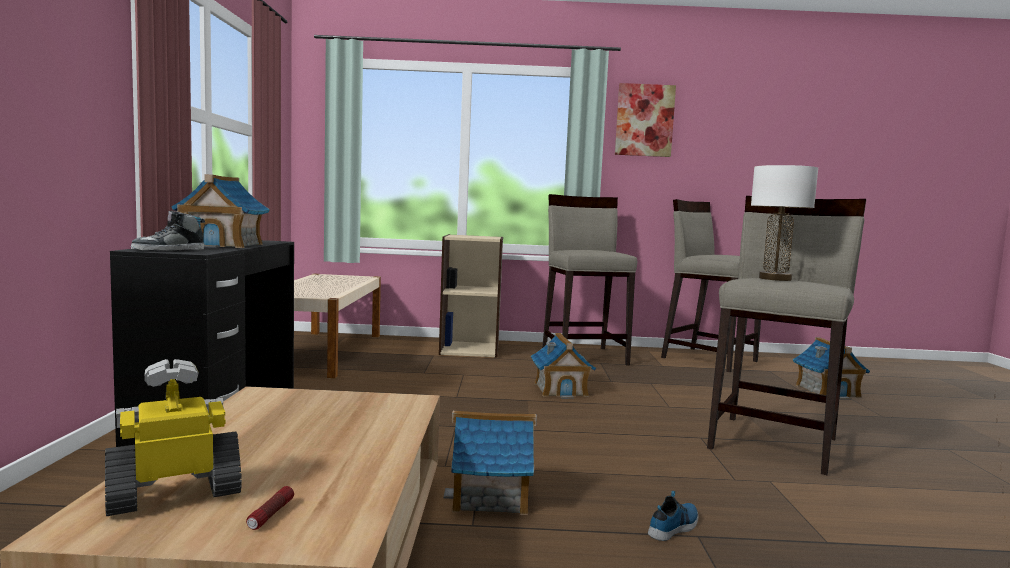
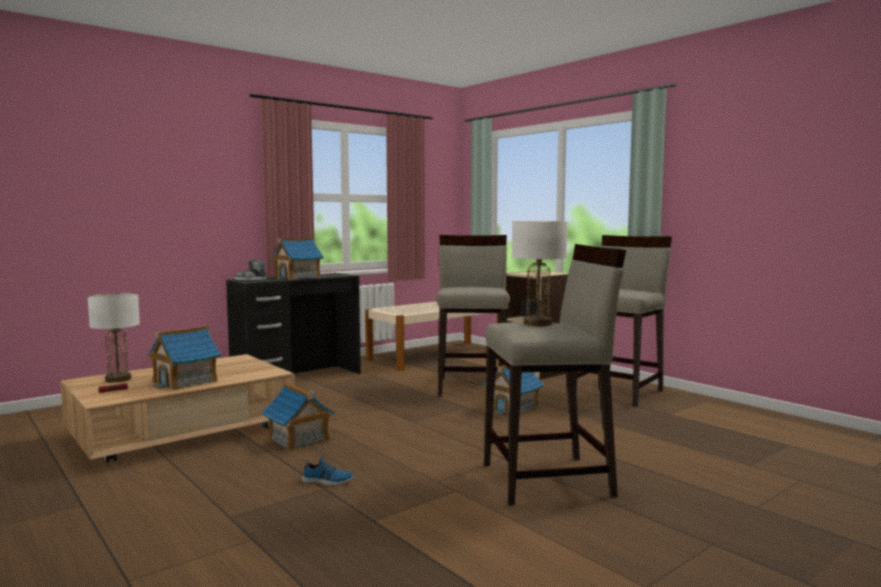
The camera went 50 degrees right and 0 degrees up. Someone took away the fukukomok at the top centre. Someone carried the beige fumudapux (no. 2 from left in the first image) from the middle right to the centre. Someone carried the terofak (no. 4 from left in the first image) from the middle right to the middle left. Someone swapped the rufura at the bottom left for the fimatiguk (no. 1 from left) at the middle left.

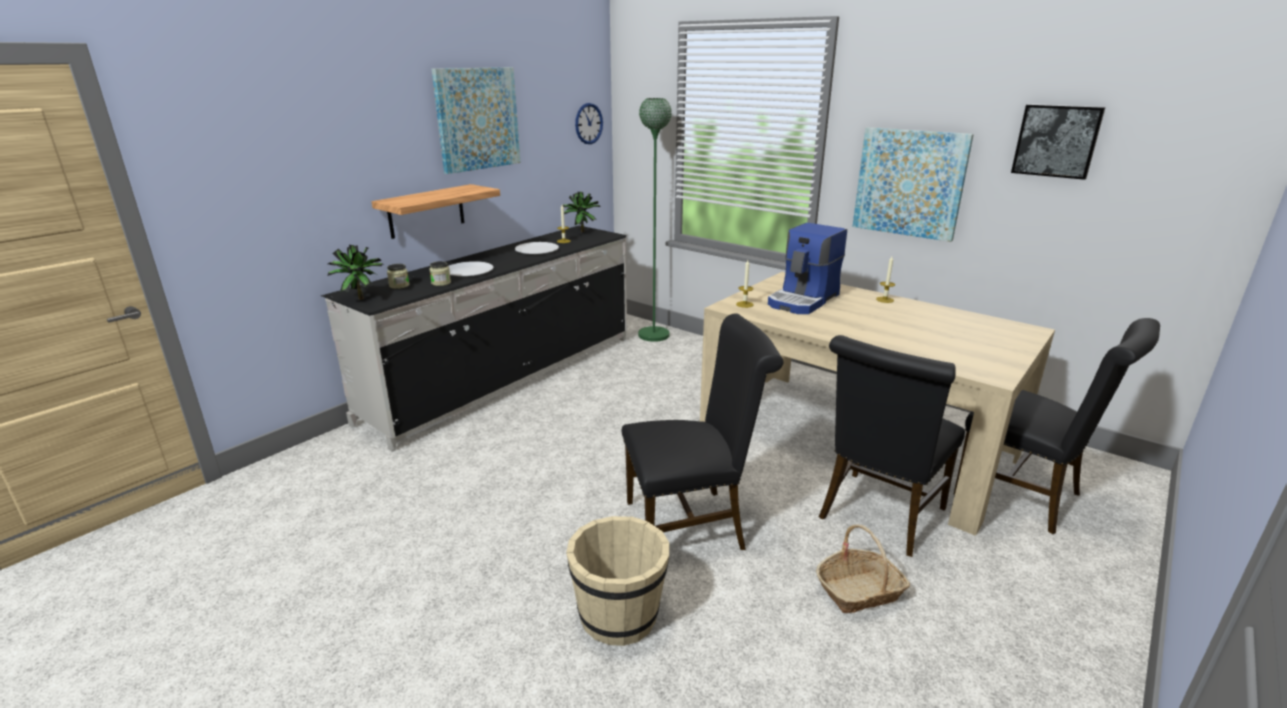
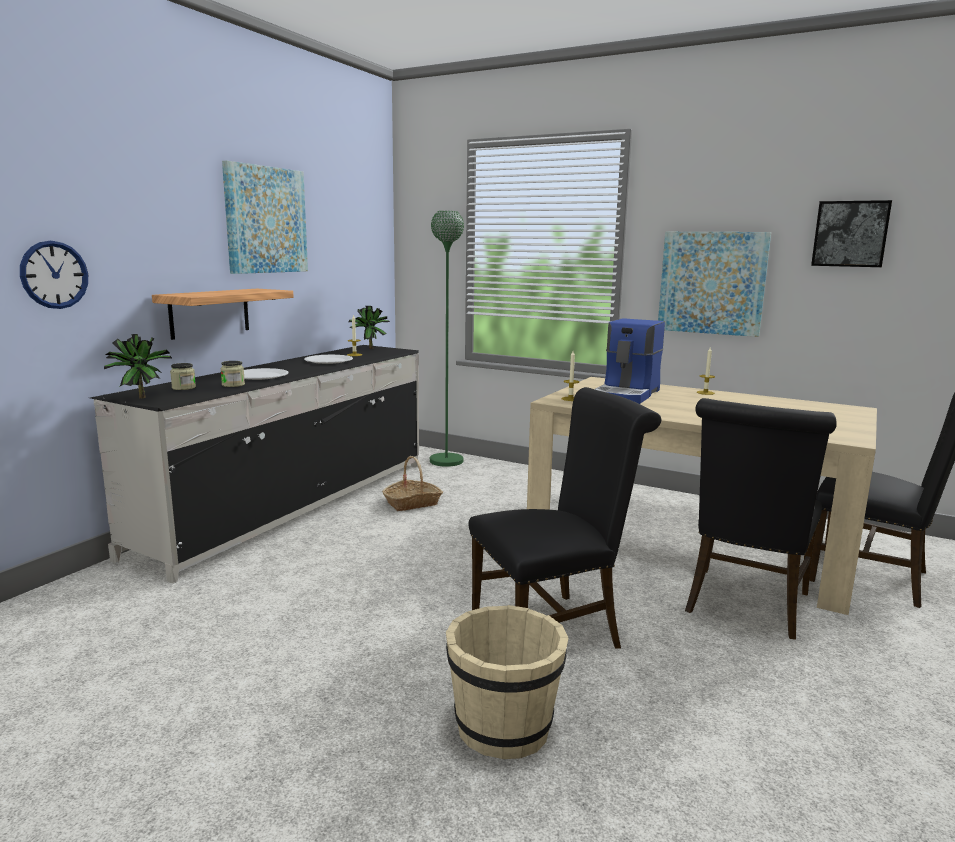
The camera went 10 degrees left and 10 degrees down. Someone carried the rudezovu from the top centre to the top left. Someone carried the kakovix from the bottom right to the centre.

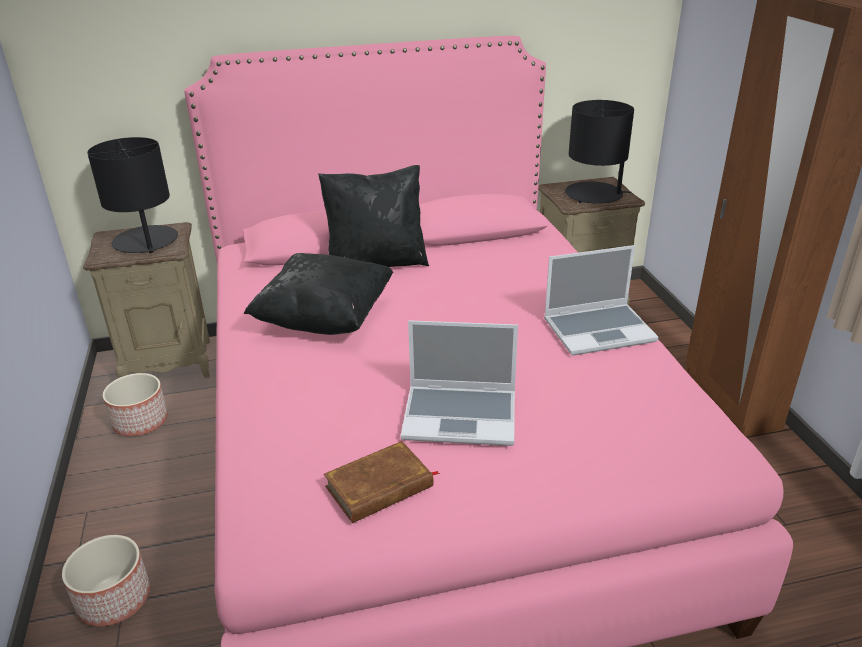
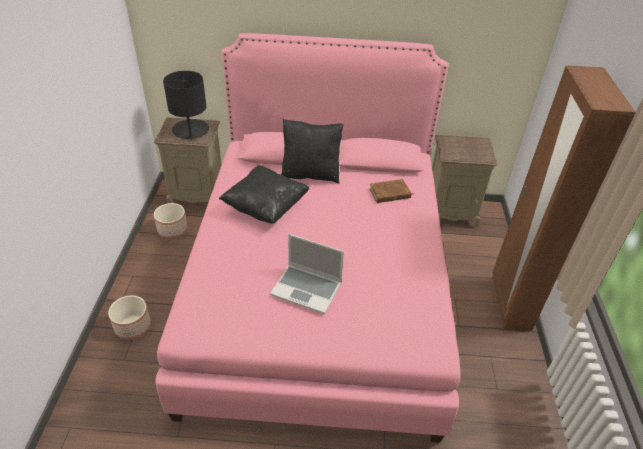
The camera went 15 degrees right and 10 degrees up. Someone took away the black fimatiguk (no. 2 from left) at the top right. Someone took away the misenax (no. 2 from left) at the middle right. Someone carried the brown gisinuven from the bottom centre to the centre.

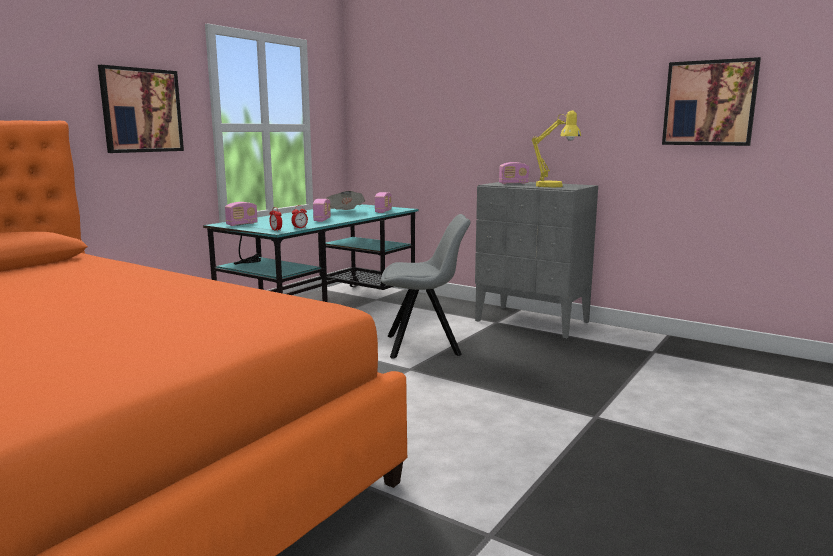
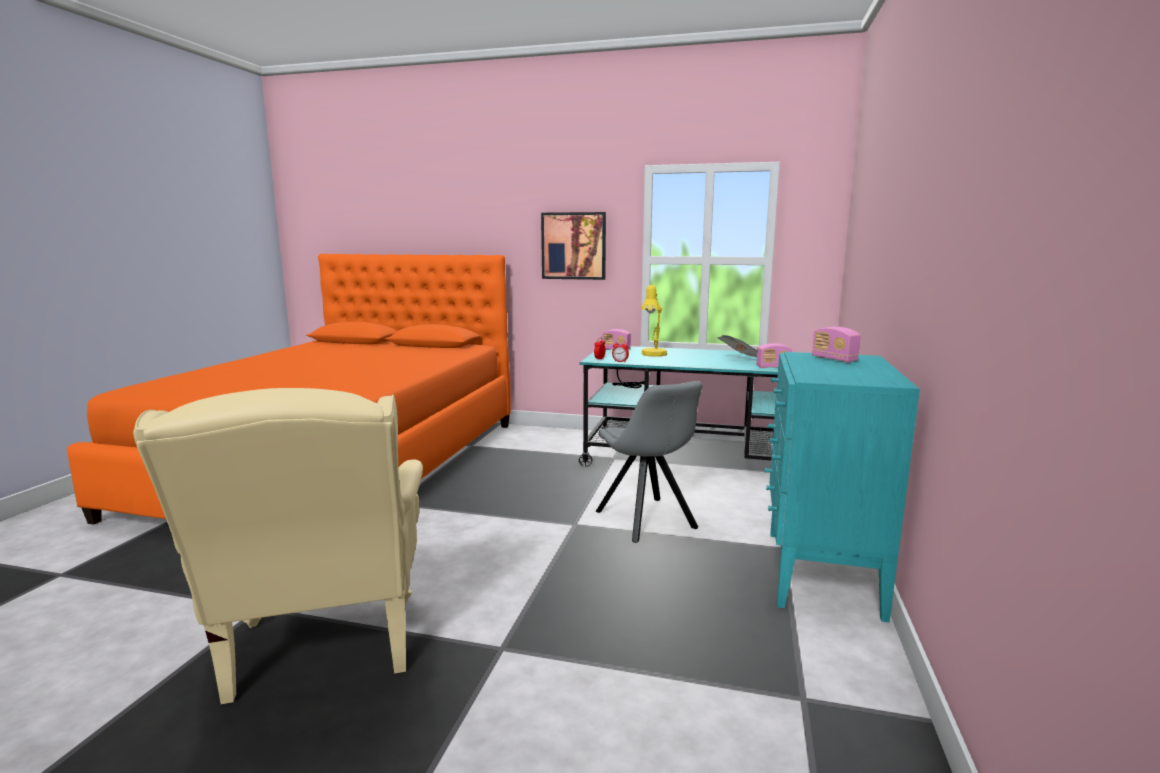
The camera went 70 degrees right and 0 degrees up. Someone took away the fukukomok (no. 2 from left) at the top right. Someone carried the yellow fimatiguk from the top right to the centre. Someone repainted the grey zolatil at the centre, which became the turquoise zolatil at the middle right. Someone took away the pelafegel (no. 2 from left) at the centre. Someone put down the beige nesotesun at the bottom left.

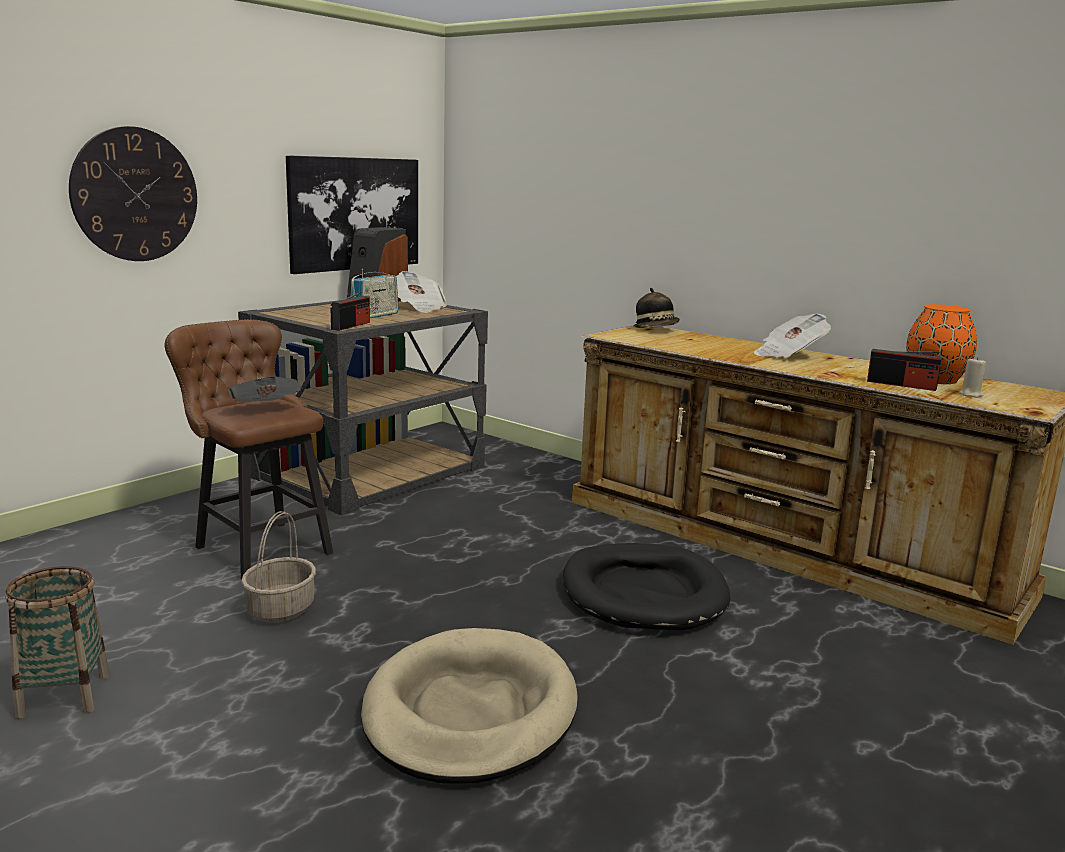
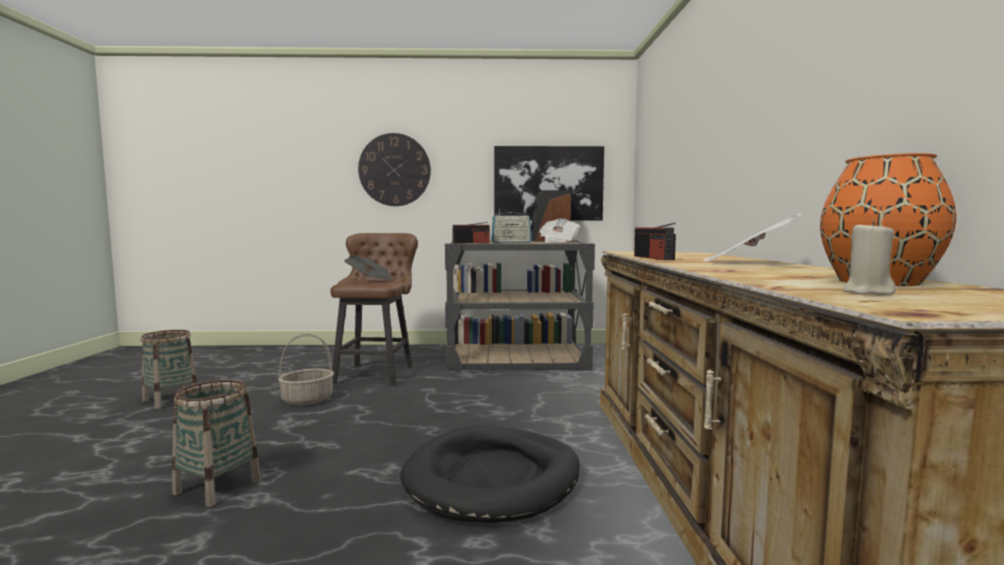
The camera went 50 degrees right and 10 degrees down. Someone took away the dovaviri at the centre. Someone carried the pelafegel (no. 3 from left) from the middle right to the centre. Someone swapped the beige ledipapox at the bottom centre for the kakovix (no. 2 from left) at the bottom left.

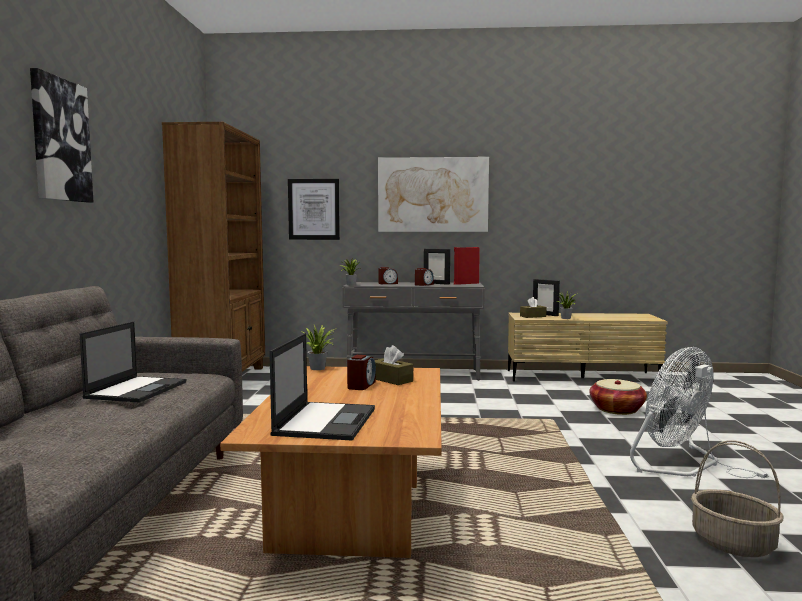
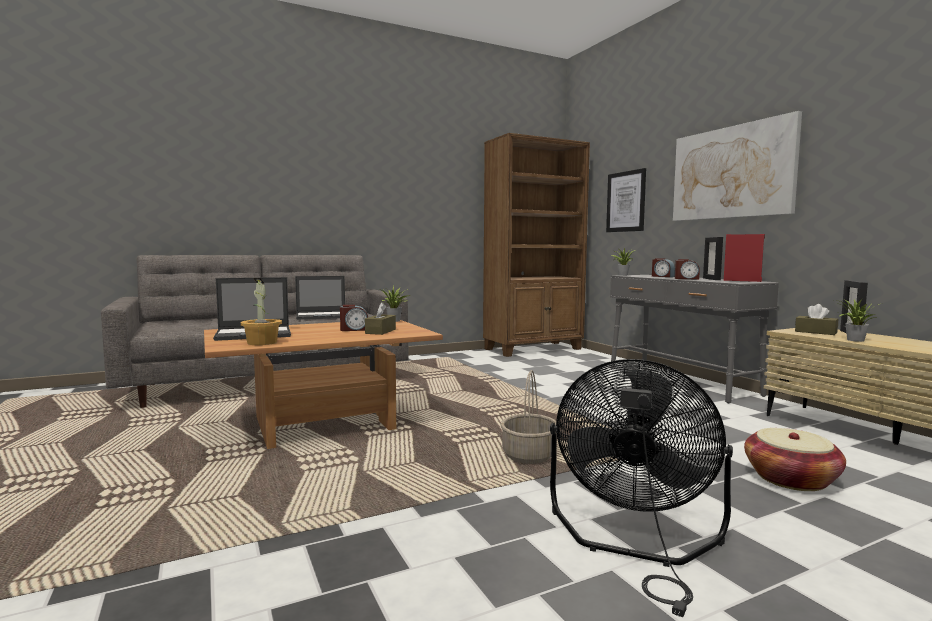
The camera went 60 degrees right and 0 degrees up. Someone took away the fukukomok (no. 1 from left) at the top left. Someone repainted the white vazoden at the bottom right, which became the black vazoden at the bottom right. Someone carried the kakovix (no. 2 from left in the first image) from the bottom right to the bottom centre. Someone put down the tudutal (no. 1 from left) at the middle left.

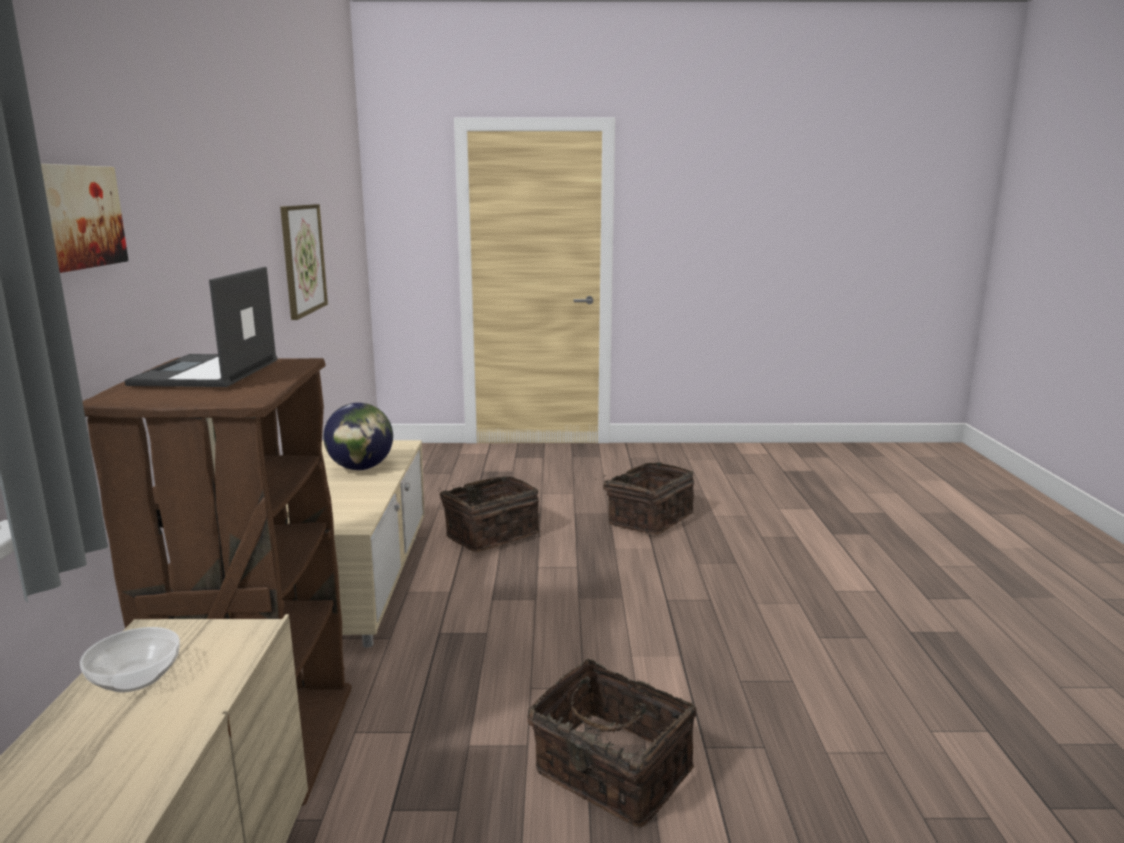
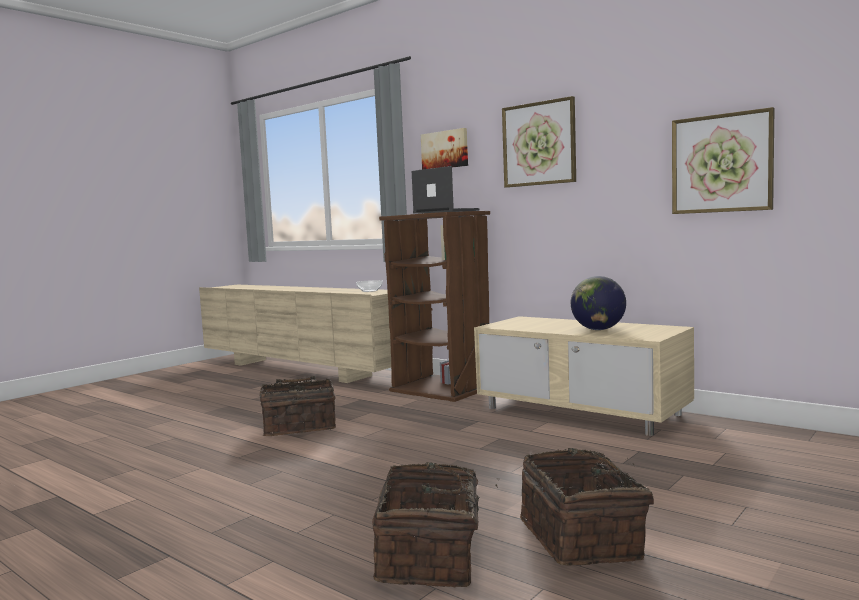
The camera went 130 degrees right and 10 degrees down. Someone carried the kakovix (no. 1 from left in the first image) from the centre to the bottom centre. Someone put up the fukukomok (no. 2 from left) at the top centre.

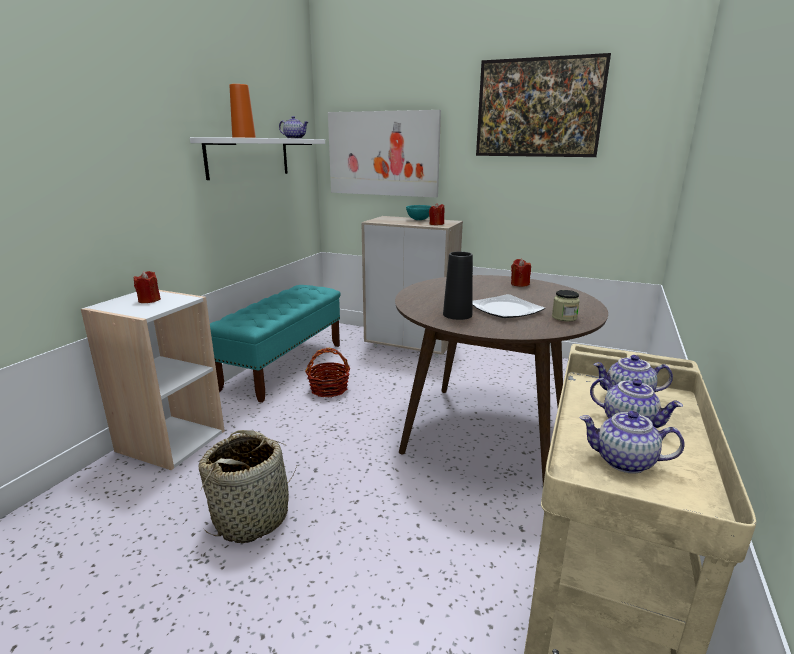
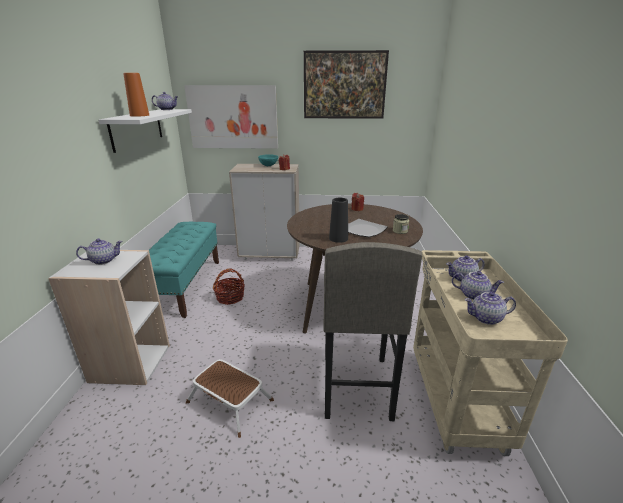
The camera went 20 degrees left and 5 degrees up. Someone swapped the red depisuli (no. 1 from left) at the middle left for the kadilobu (no. 1 from left) at the middle left. Someone swapped the kakovix (no. 1 from left) at the bottom left for the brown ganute at the bottom centre. Someone put down the grey fumudapux at the centre.

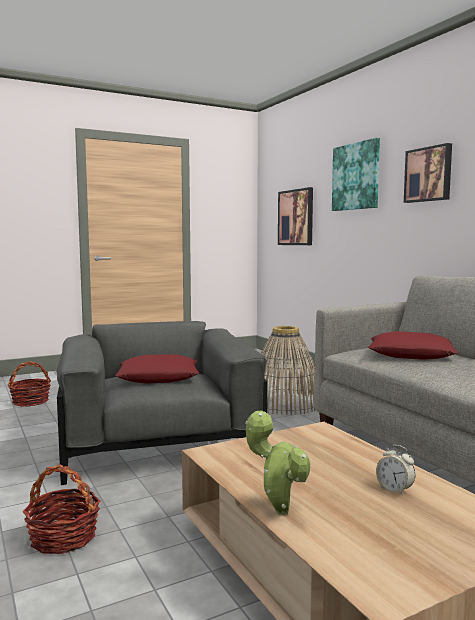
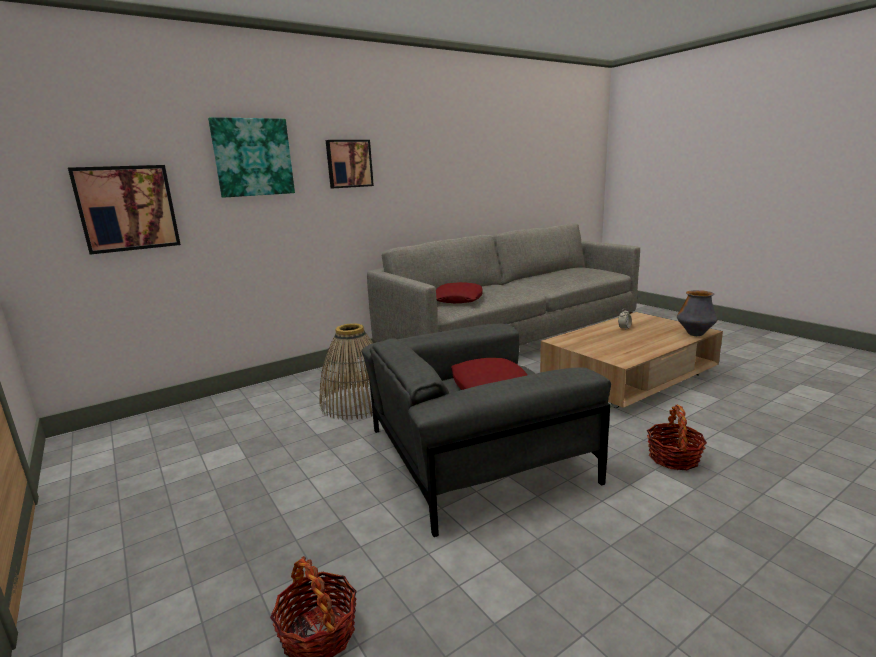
The camera went 95 degrees left and 10 degrees up. Someone took away the tudutal at the bottom centre. Someone put down the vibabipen at the middle right.

